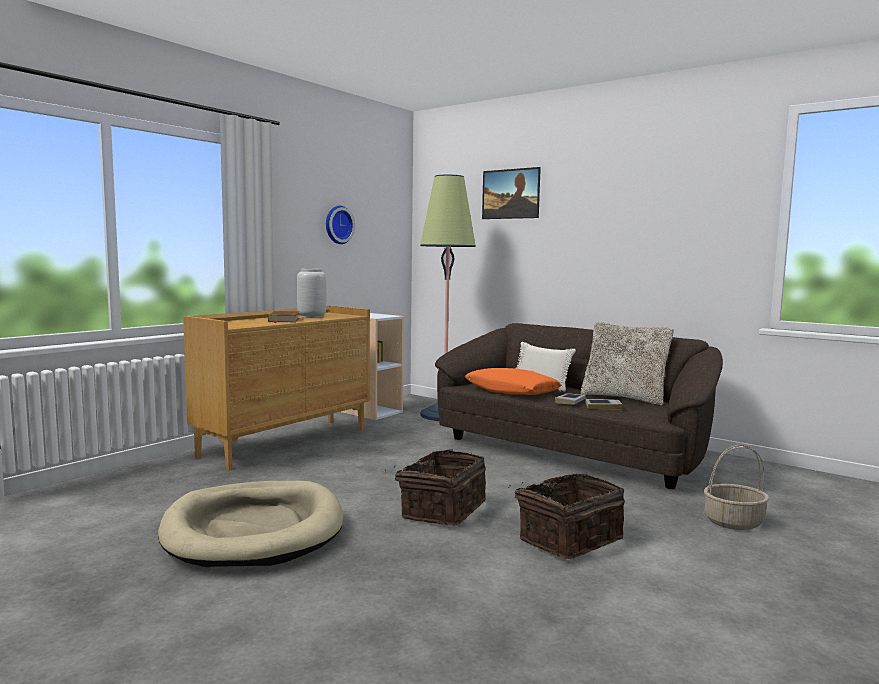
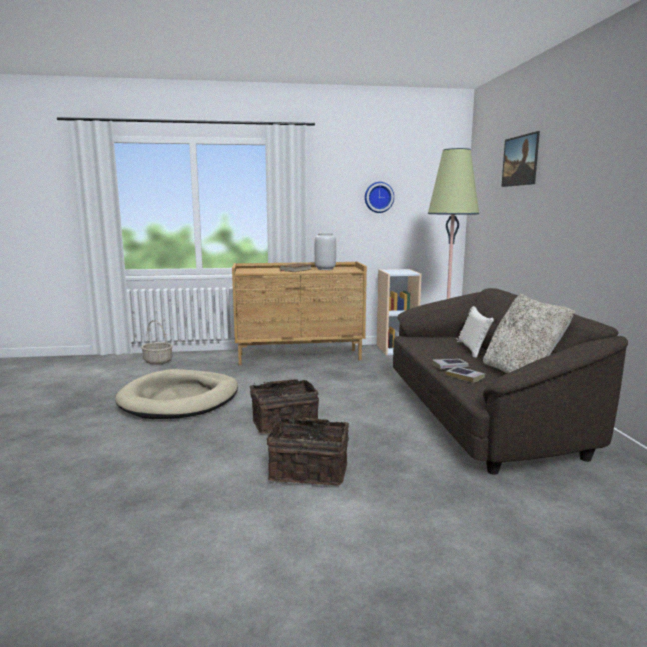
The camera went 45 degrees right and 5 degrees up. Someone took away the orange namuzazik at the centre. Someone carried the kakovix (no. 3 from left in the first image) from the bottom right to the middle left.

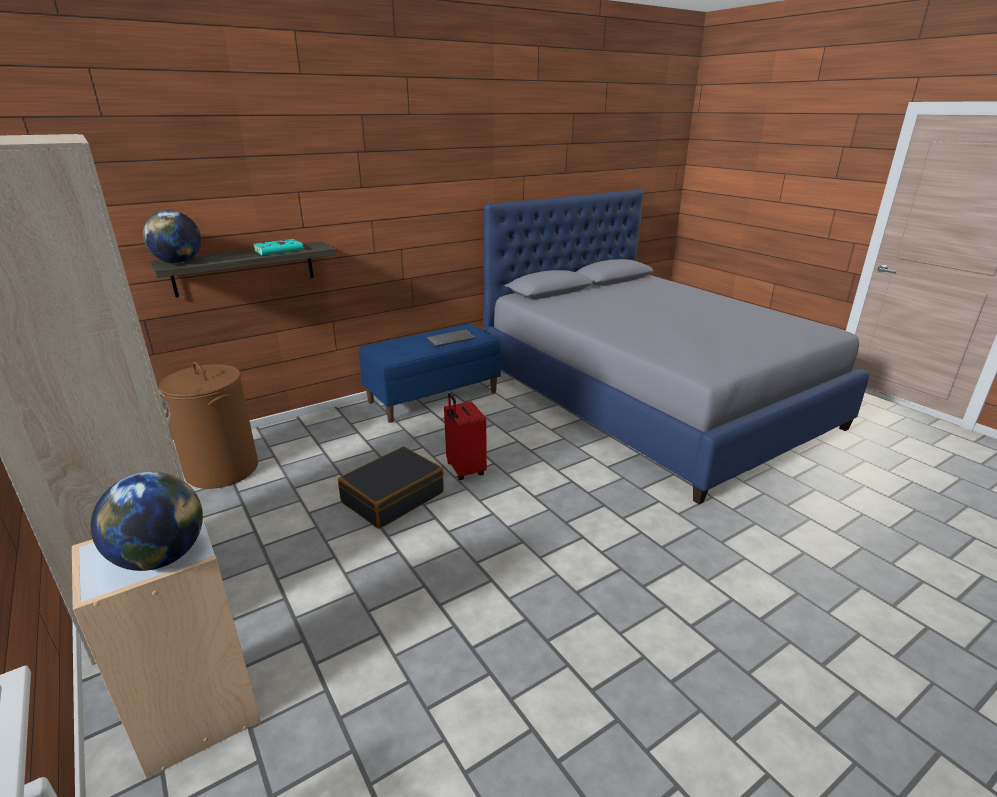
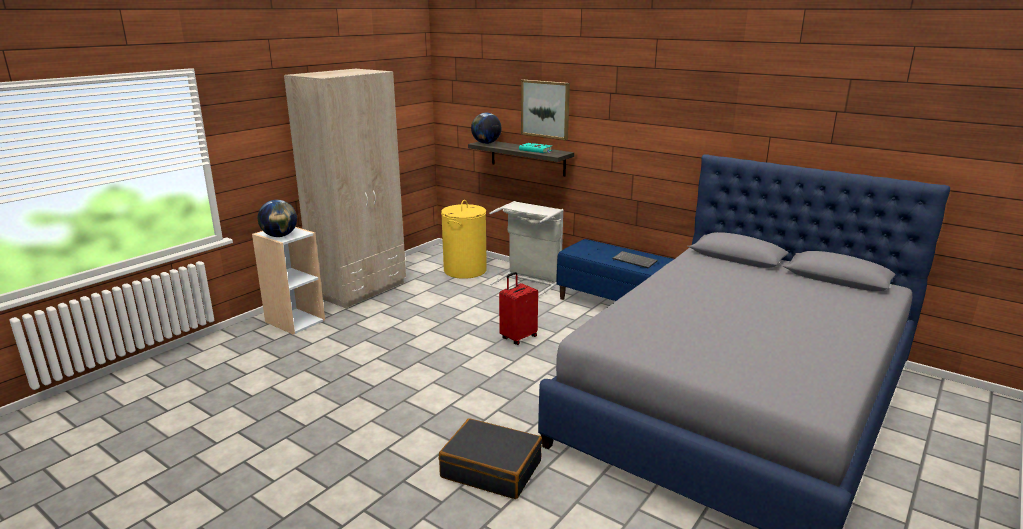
The camera went 70 degrees right and 5 degrees down. Someone repainted the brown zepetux at the middle left, which became the yellow zepetux at the centre. Someone carried the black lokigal from the centre to the bottom centre. Someone put up the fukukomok at the top centre. Someone put down the grey zepetux at the centre.

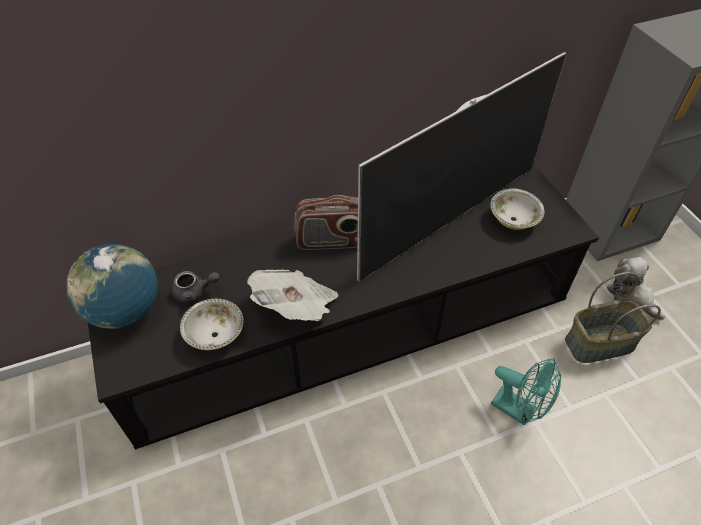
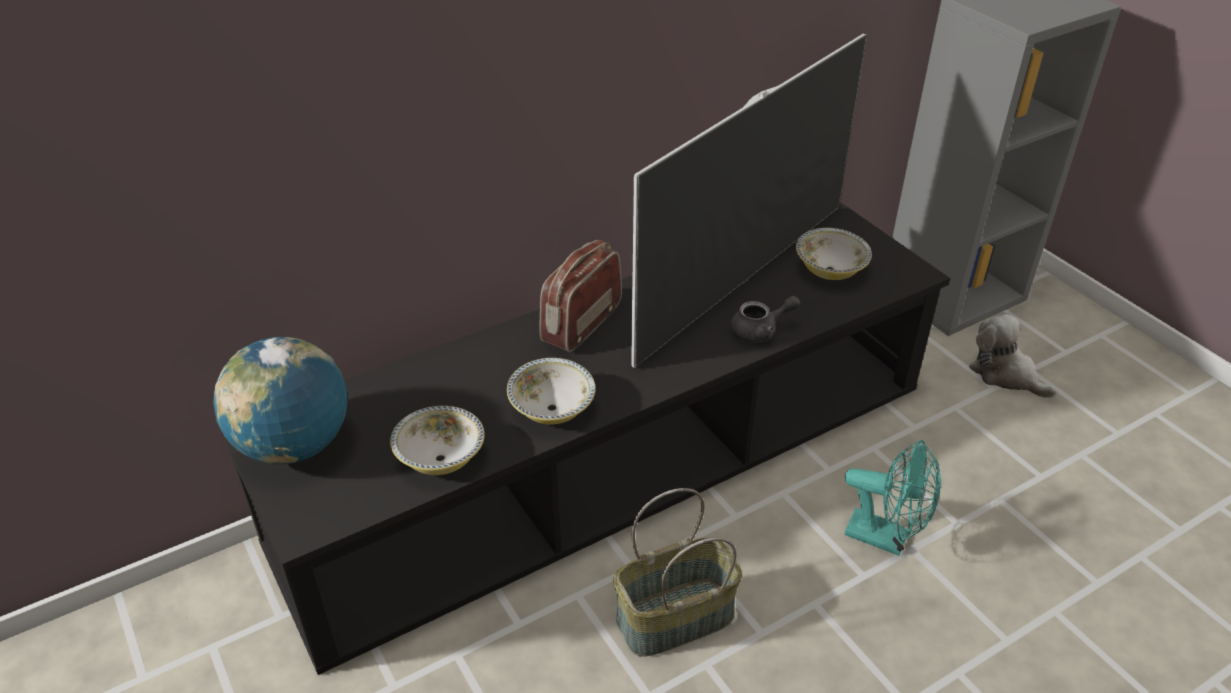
The camera went 10 degrees left and 10 degrees down. Someone rotated the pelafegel at the centre by 135 degrees clockwise. Someone swapped the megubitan at the centre for the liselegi (no. 2 from left) at the centre. Someone carried the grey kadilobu from the middle left to the centre. Someone carried the kakovix from the middle right to the bottom centre.

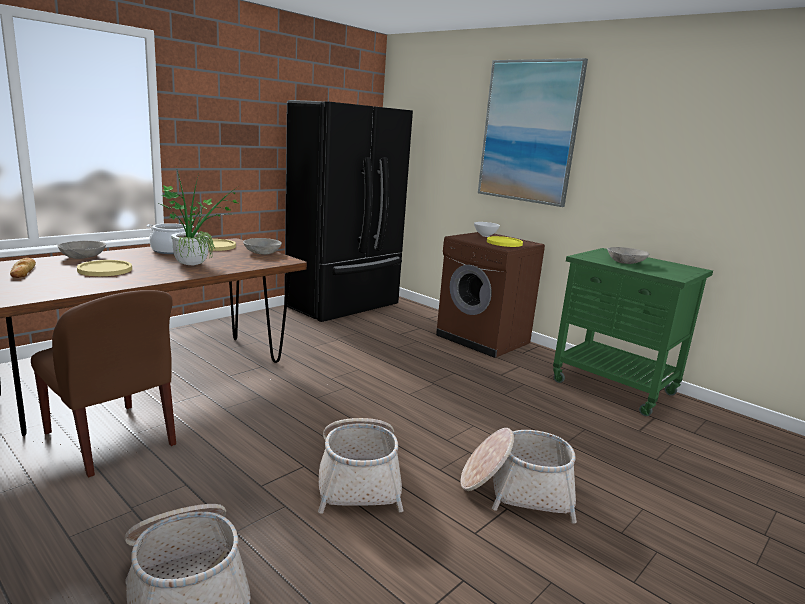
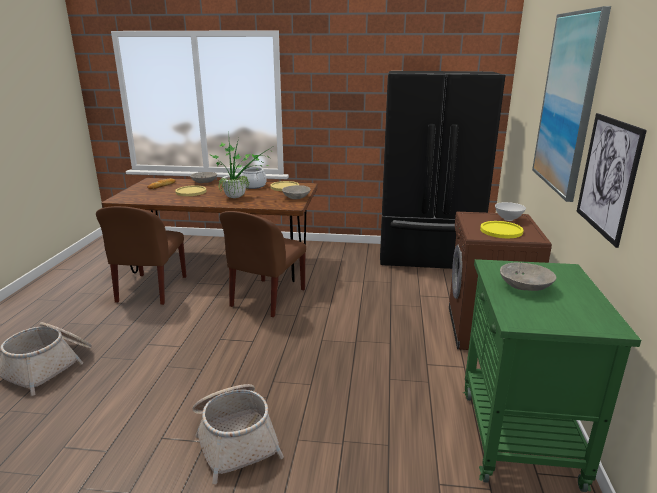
The camera went 55 degrees right and 5 degrees up. Someone took away the kakovix (no. 2 from left) at the bottom centre. Someone put up the fukukomok (no. 2 from left) at the middle right. Someone put down the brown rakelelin (no. 2 from left) at the centre.

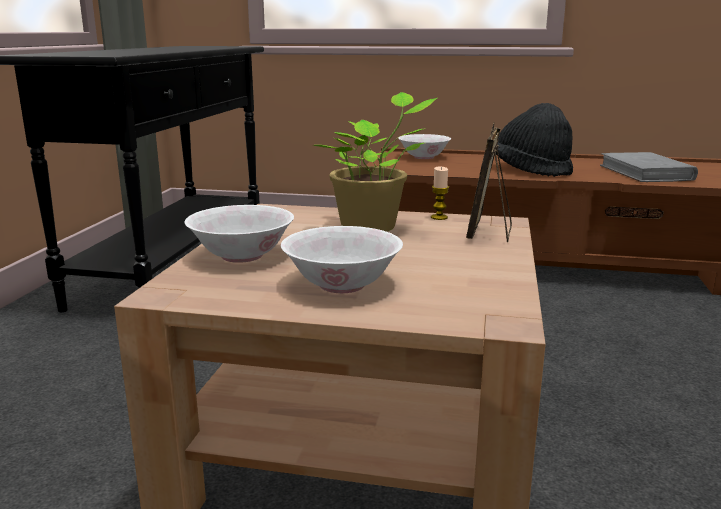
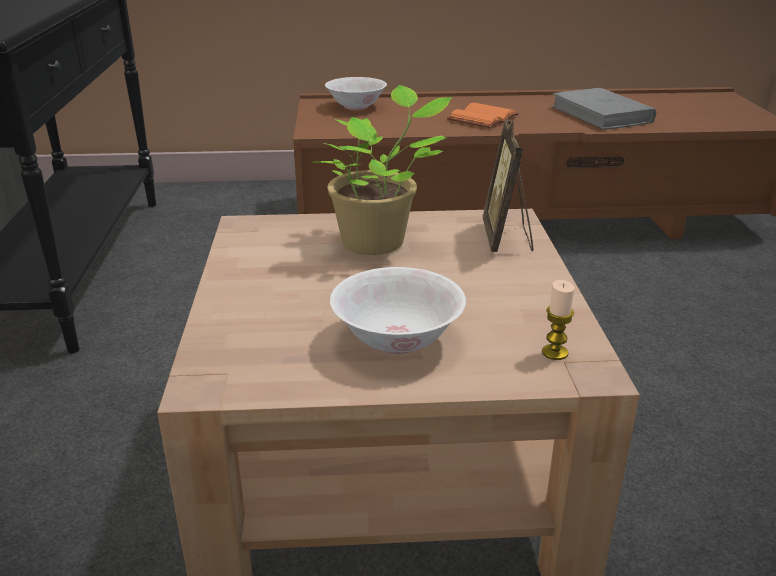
The camera went 15 degrees left and 10 degrees up. Someone swapped the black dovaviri at the top right for the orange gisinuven at the top centre. Someone carried the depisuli from the centre to the middle right. Someone took away the white liselegi (no. 1 from left) at the middle left.

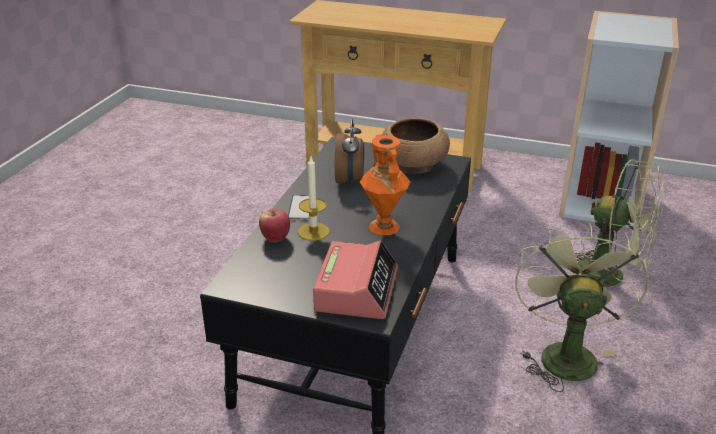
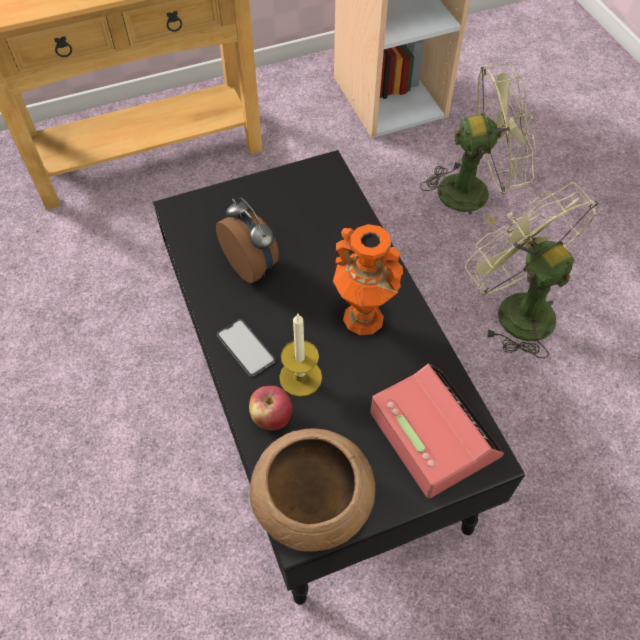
The camera went 40 degrees left and 25 degrees up. Someone carried the brown liselegi from the centre to the bottom centre.

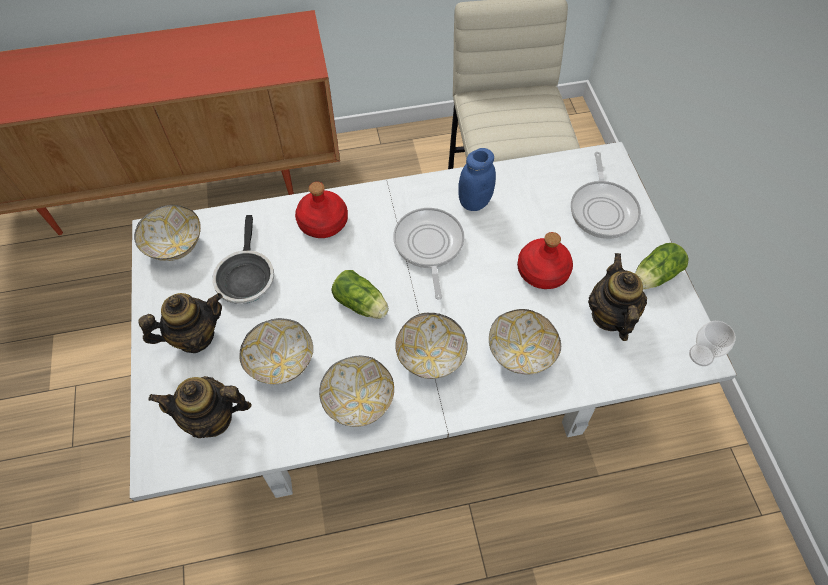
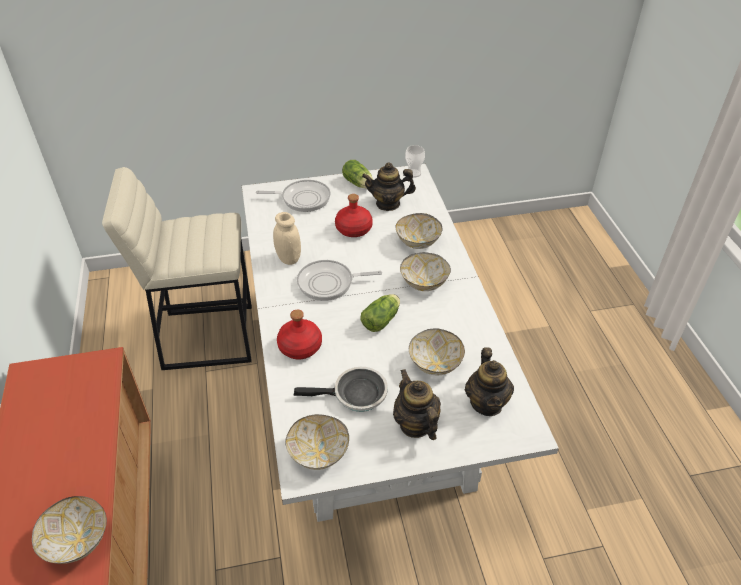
The camera went 90 degrees left and 15 degrees down. Someone repainted the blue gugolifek at the top centre, which became the beige gugolifek at the centre. Someone carried the liselegi (no. 3 from left in the first image) from the bottom centre to the bottom left.

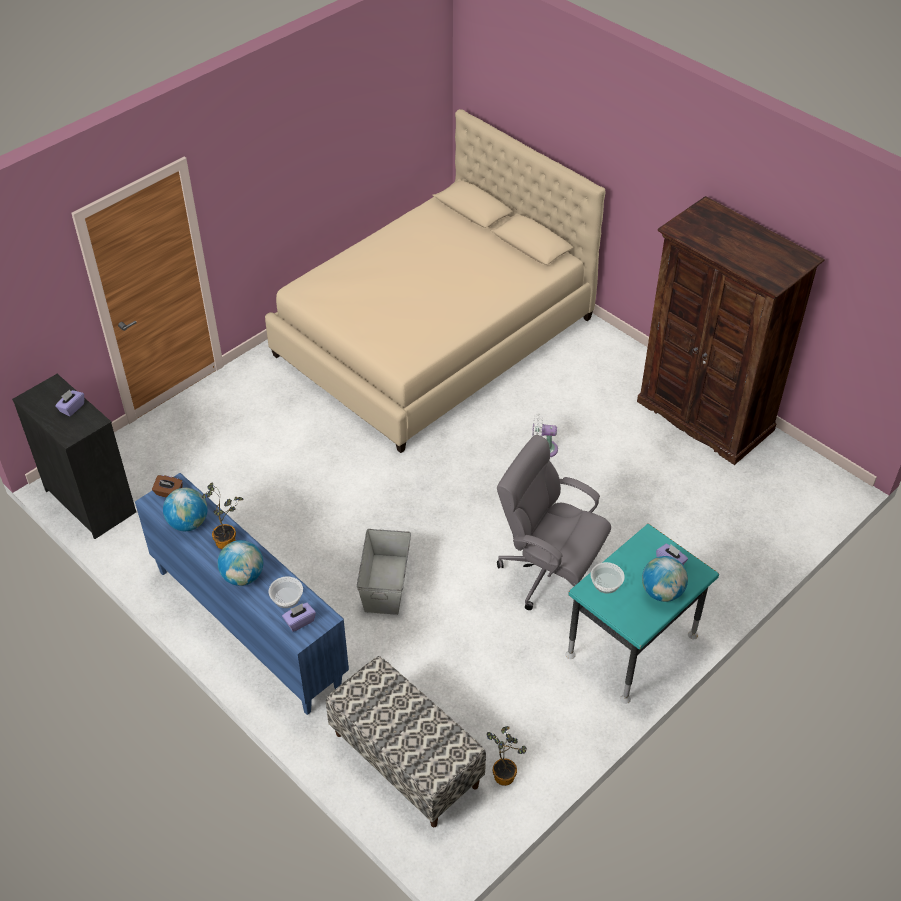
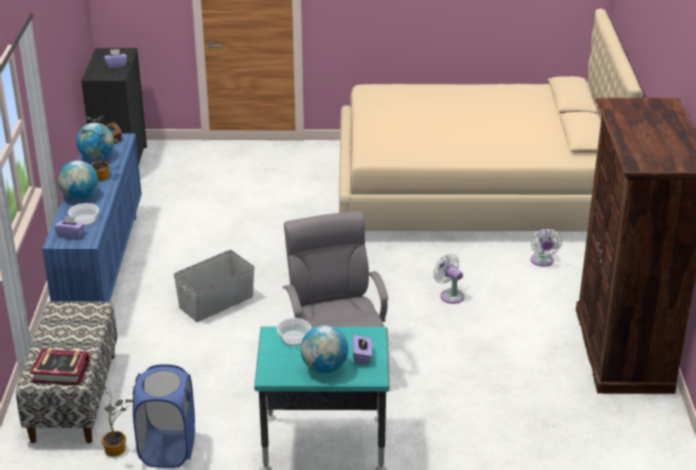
The camera went 45 degrees right and 15 degrees down. Someone put down the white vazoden (no. 2 from left) at the middle right. Someone put down the gisinuven at the bottom left. Someone put down the blue zepetux at the bottom left.

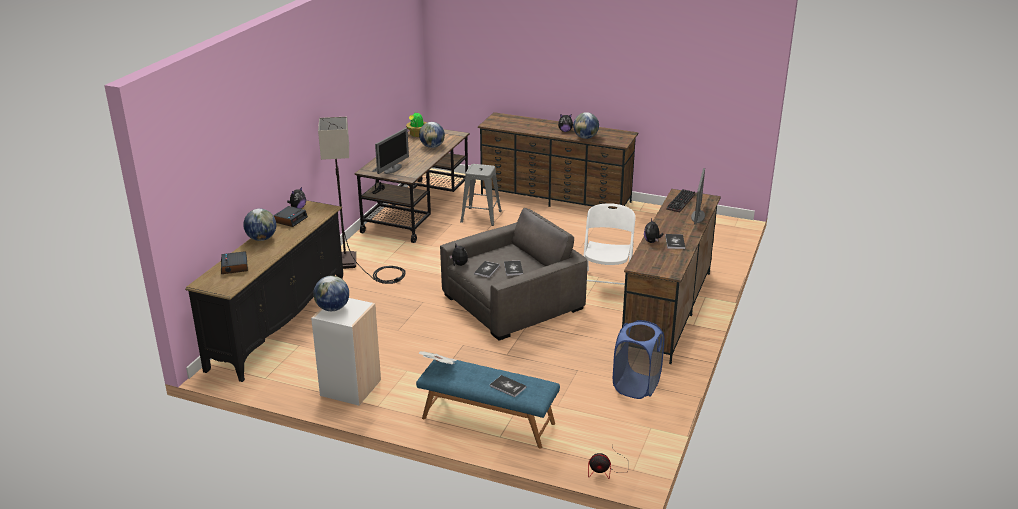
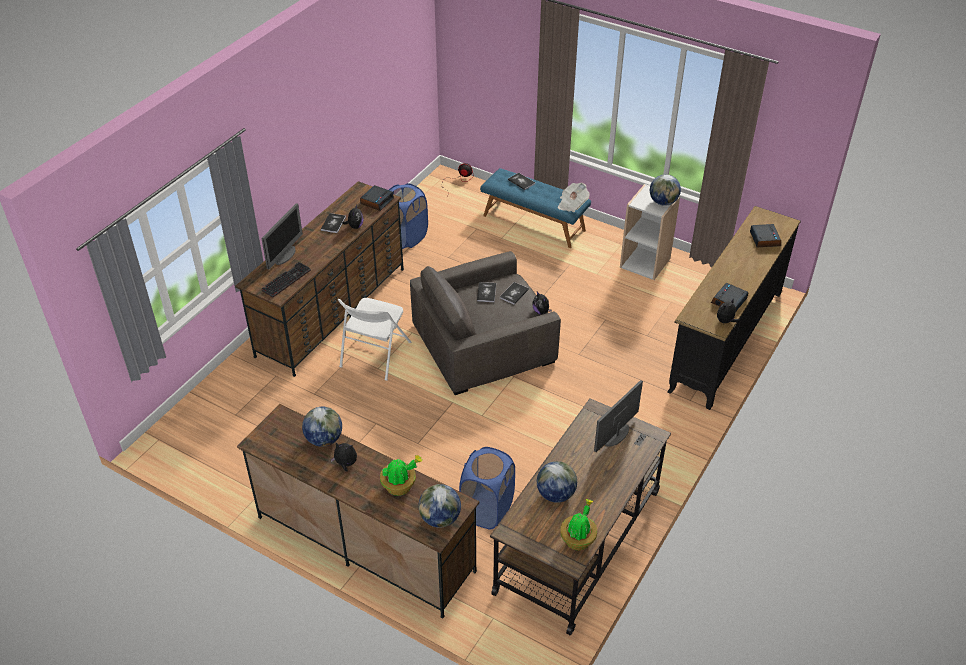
The camera went 170 degrees left and 15 degrees up. Someone took away the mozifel at the centre. Someone swapped the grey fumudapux at the centre for the blue zepetux (no. 2 from left) at the bottom centre. Someone carried the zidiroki (no. 1 from left in the first image) from the middle left to the bottom centre. Someone put down the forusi (no. 1 from left) at the top centre. Someone put down the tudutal (no. 1 from left) at the bottom centre.

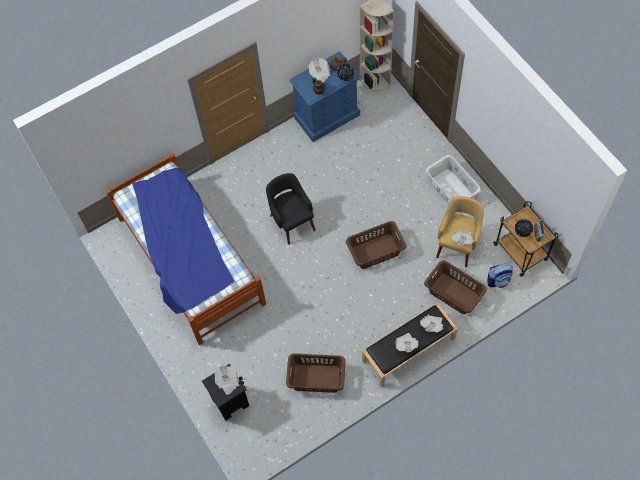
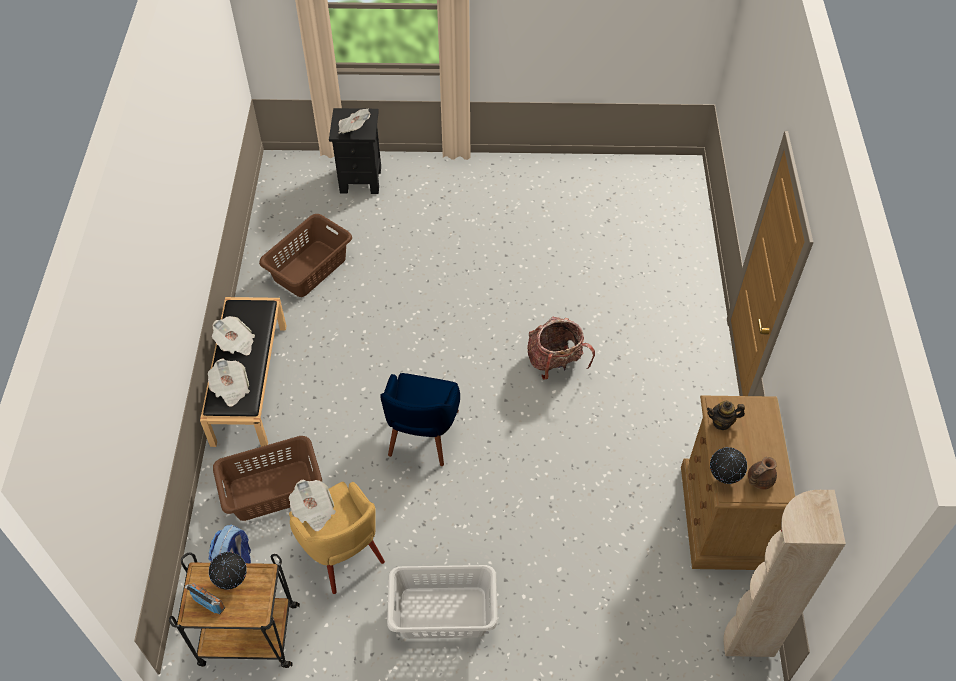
The camera went 120 degrees right and 10 degrees down. Someone repainted the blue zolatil at the top centre, which became the brown zolatil at the bottom right. Someone took away the megubitan (no. 2 from left) at the top centre. Someone took away the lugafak at the middle left. Someone swapped the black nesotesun at the centre for the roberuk (no. 2 from left) at the centre. Someone swapped the brown zepetux (no. 2 from left) at the centre for the blue nesotesun at the centre.

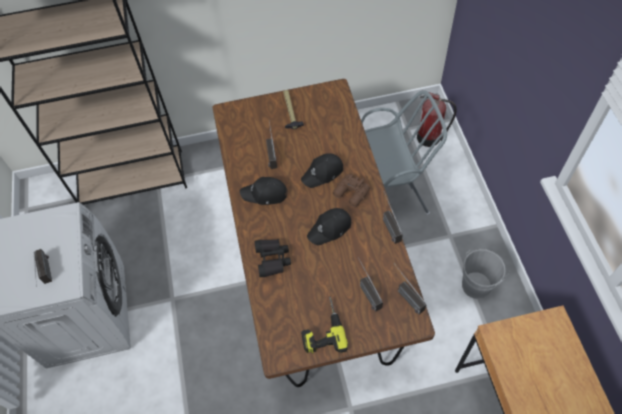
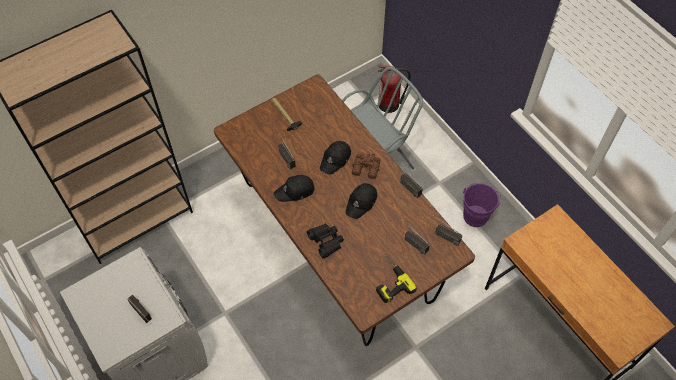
The camera went 25 degrees left and 0 degrees up. Someone repainted the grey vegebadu at the middle right, which became the purple vegebadu at the middle right.

